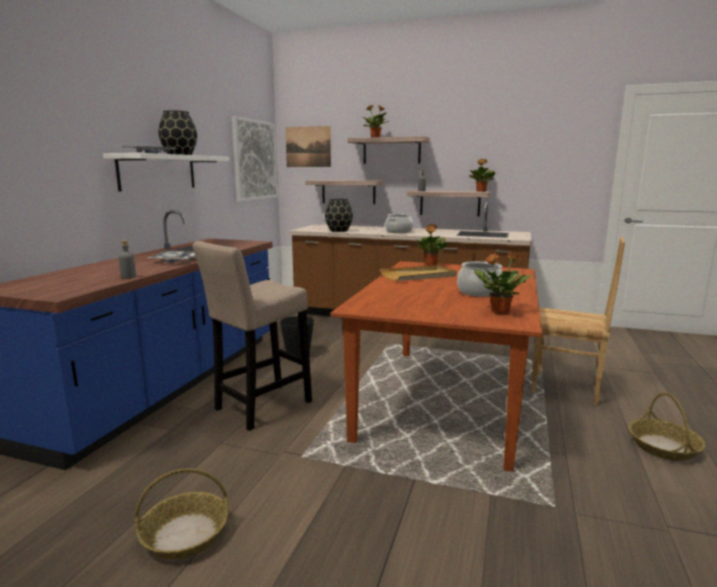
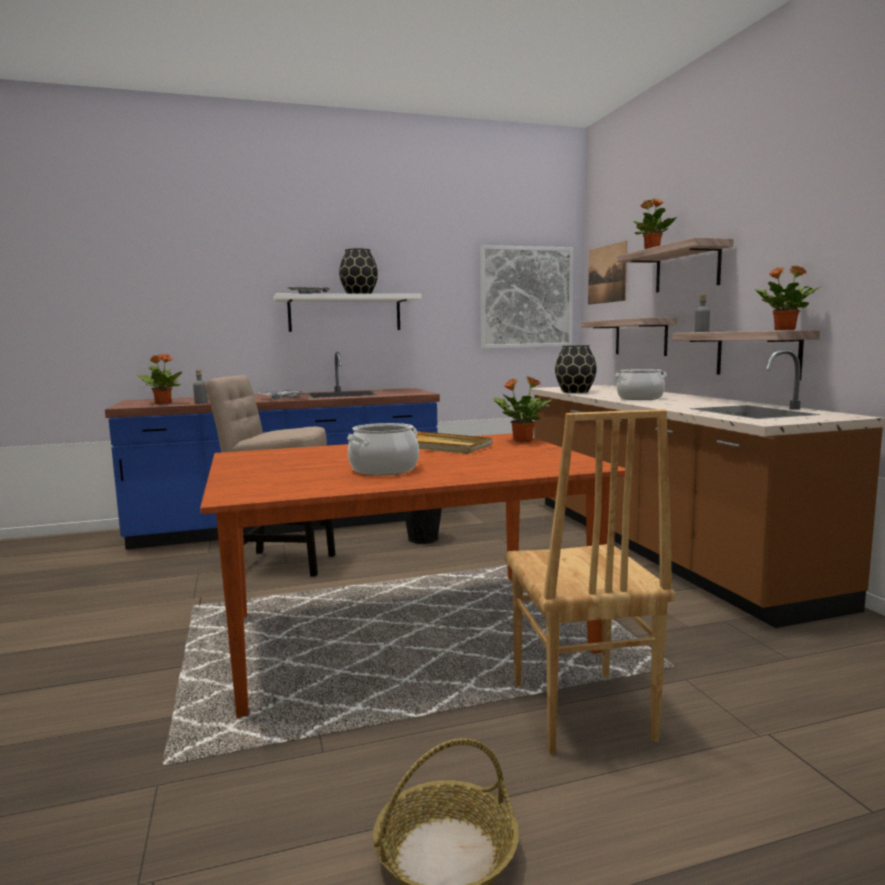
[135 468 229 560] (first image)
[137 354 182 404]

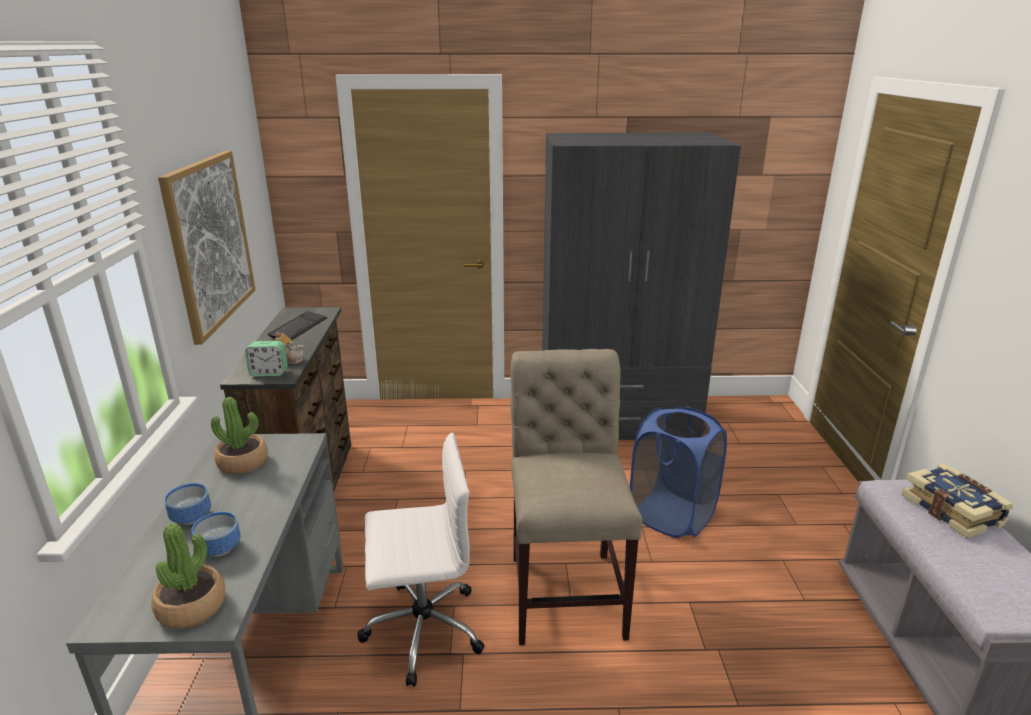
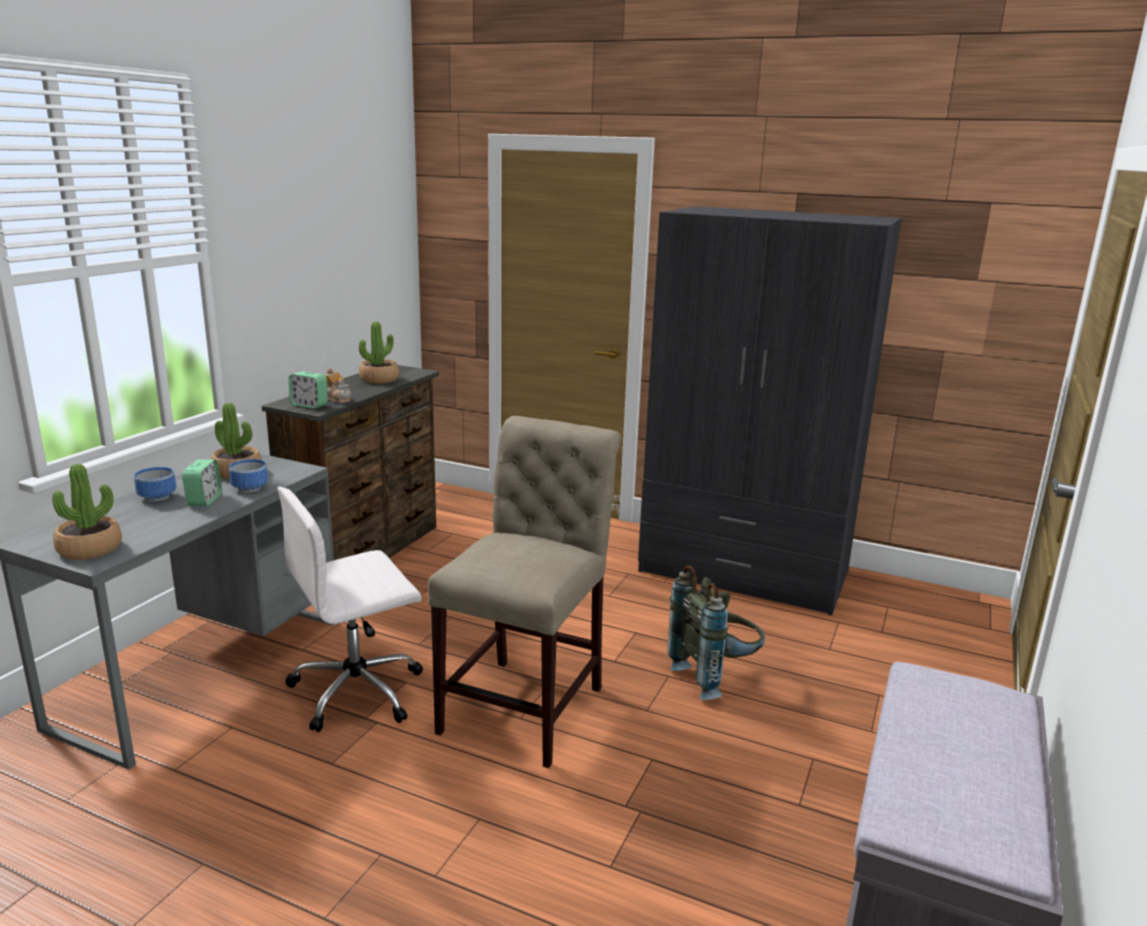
[158 151 255 345] (first image)
[229 459 268 492]
[359 321 399 384]
[277 487 423 732]
[667 565 765 700]
[901 463 1013 538] (first image)
[182 459 222 506]

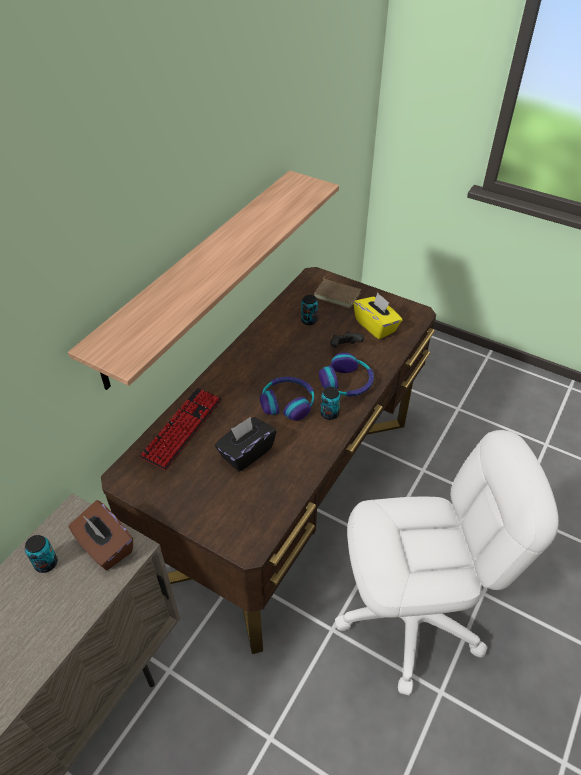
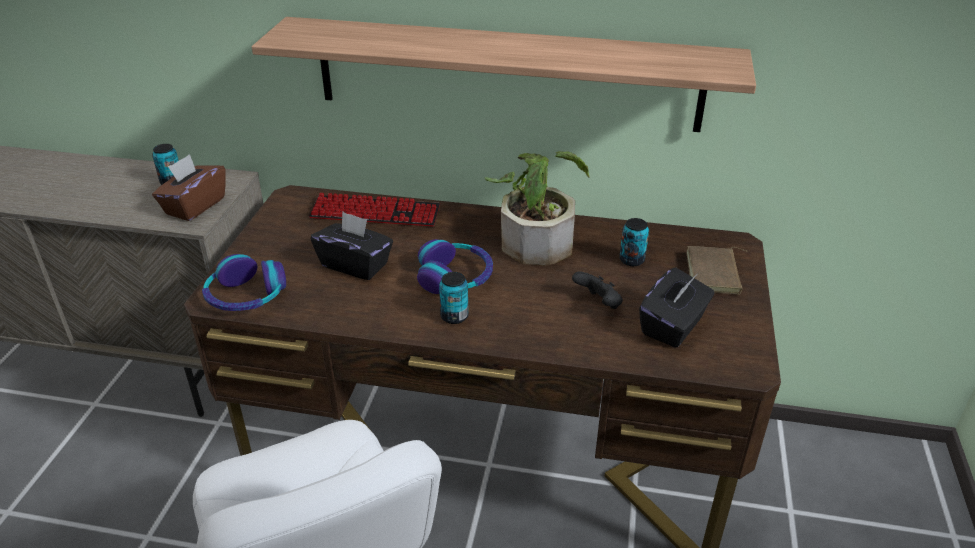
[202 254 286 311]
[639 268 715 348]
[484 151 590 265]

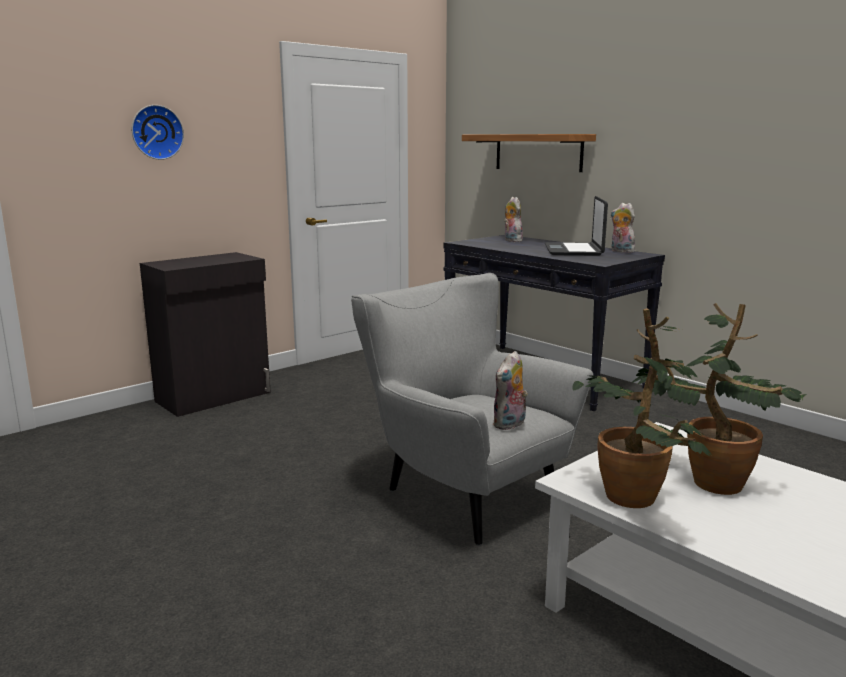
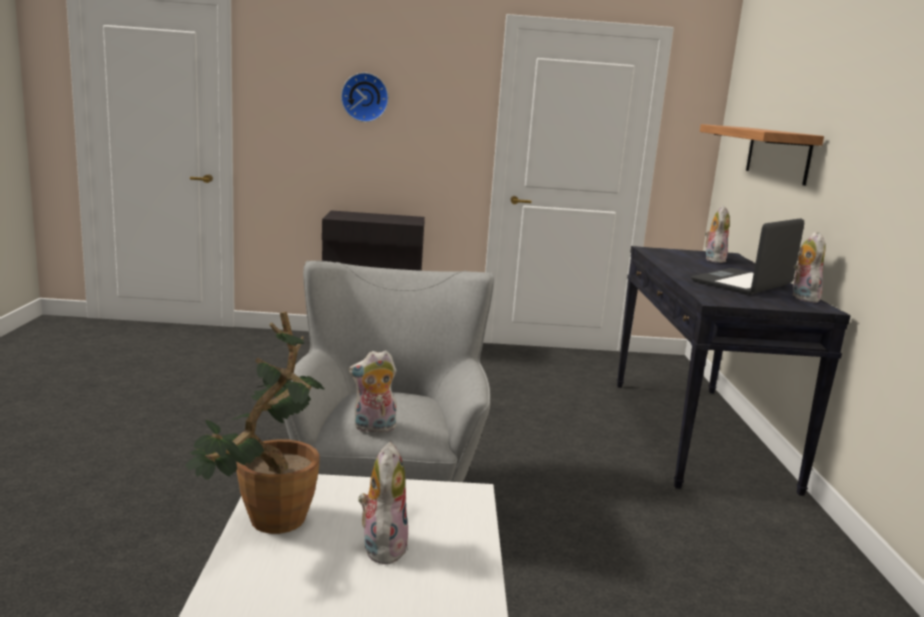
[358 442 408 564]

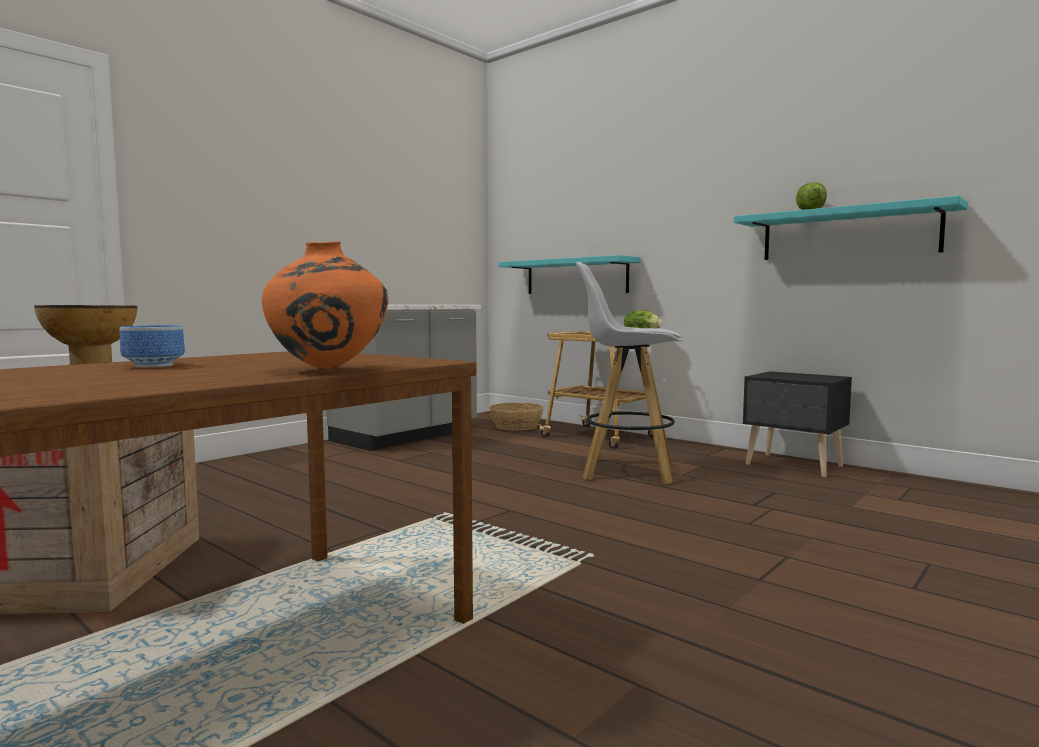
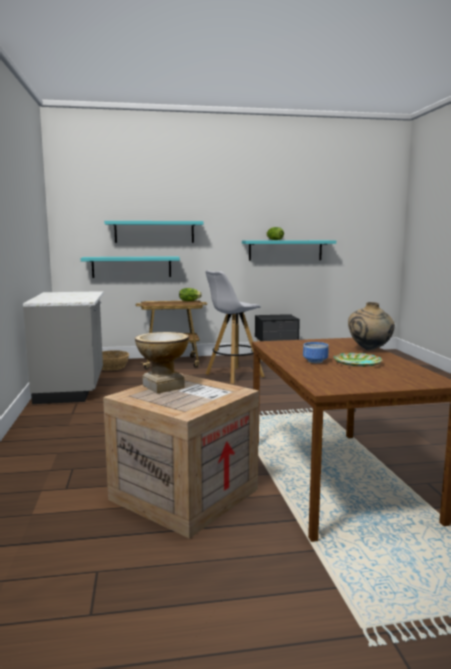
[348 302 395 350]
[104 221 204 243]
[333 353 382 367]

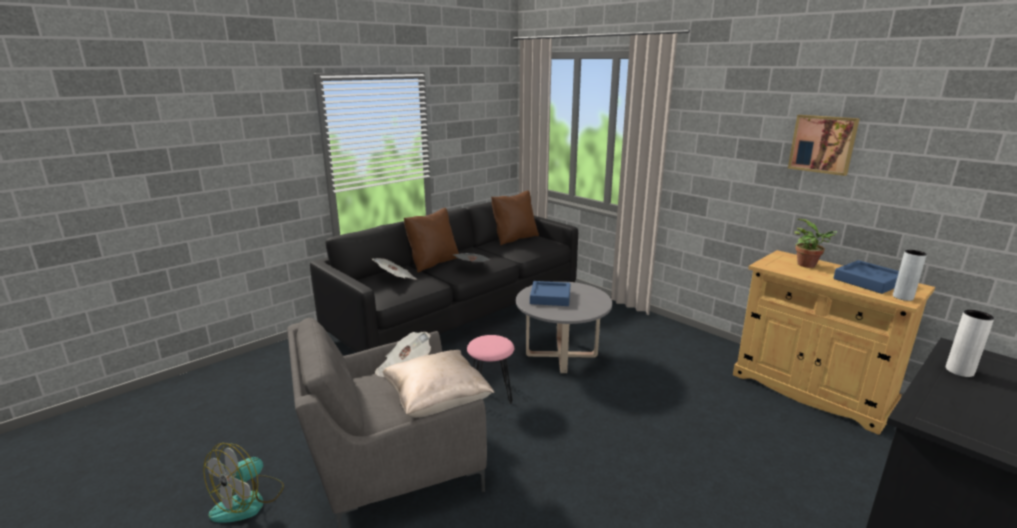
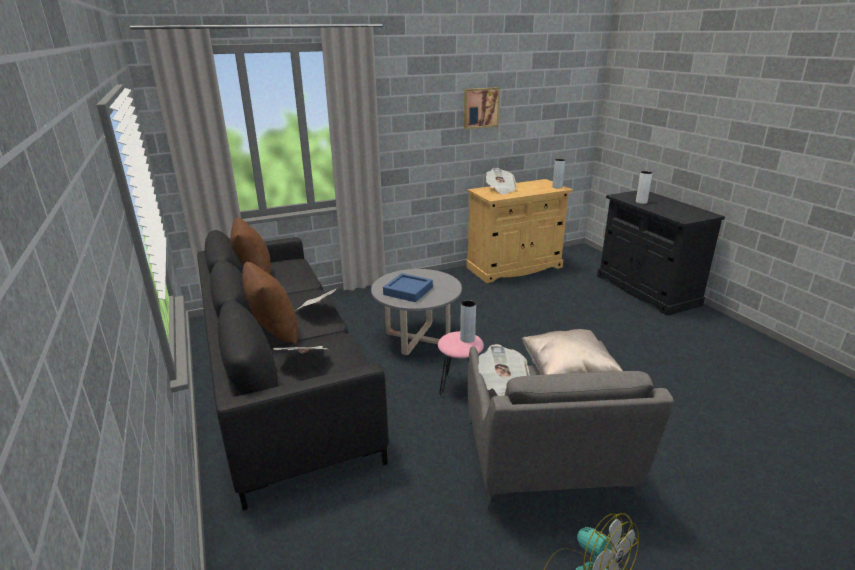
[486 168 517 195]
[833 260 899 294] (first image)
[460 300 476 343]

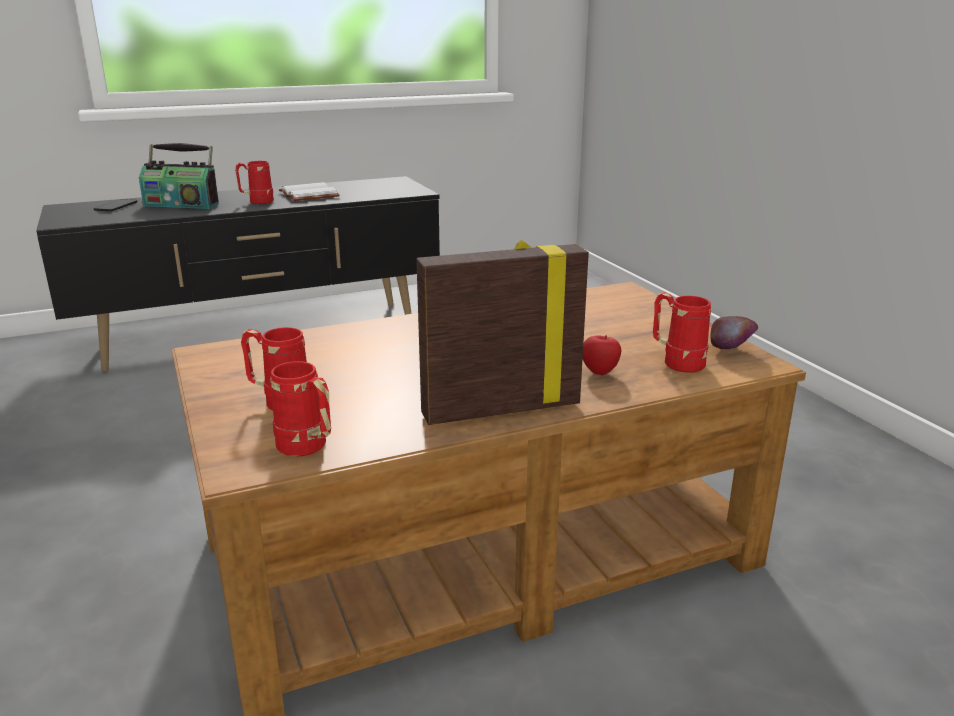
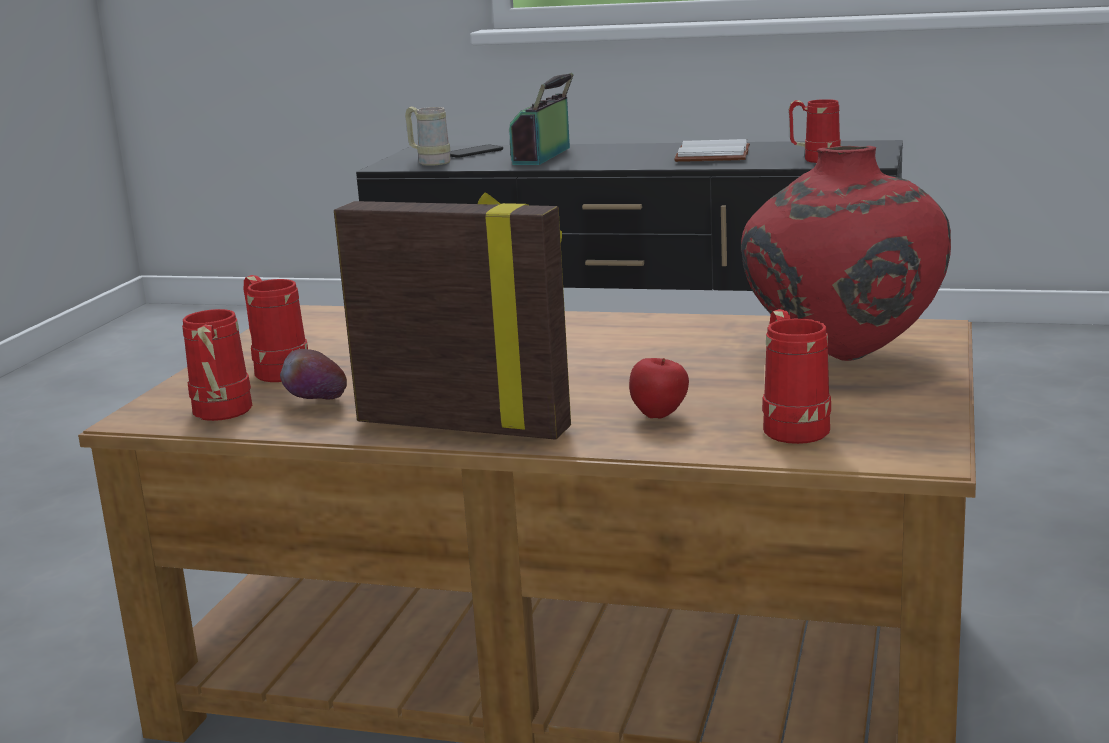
[509 73 574 165]
[789 99 841 163]
[280 349 347 399]
[405 107 451 166]
[741 146 951 361]

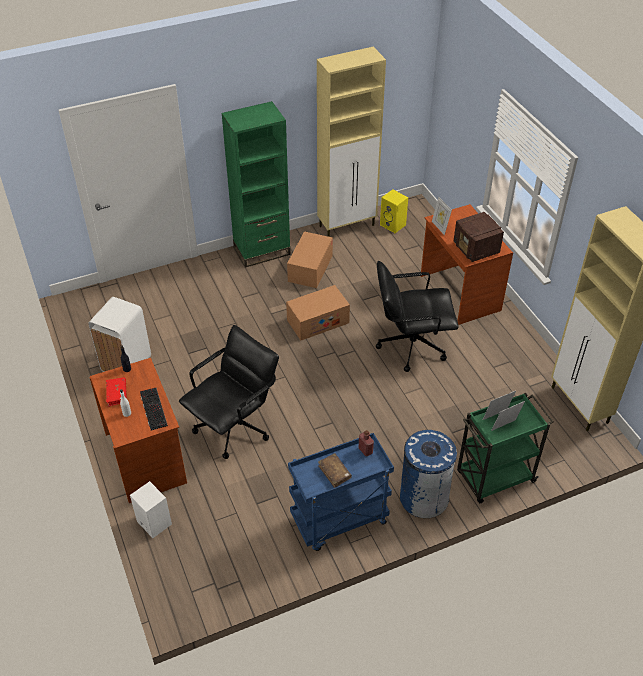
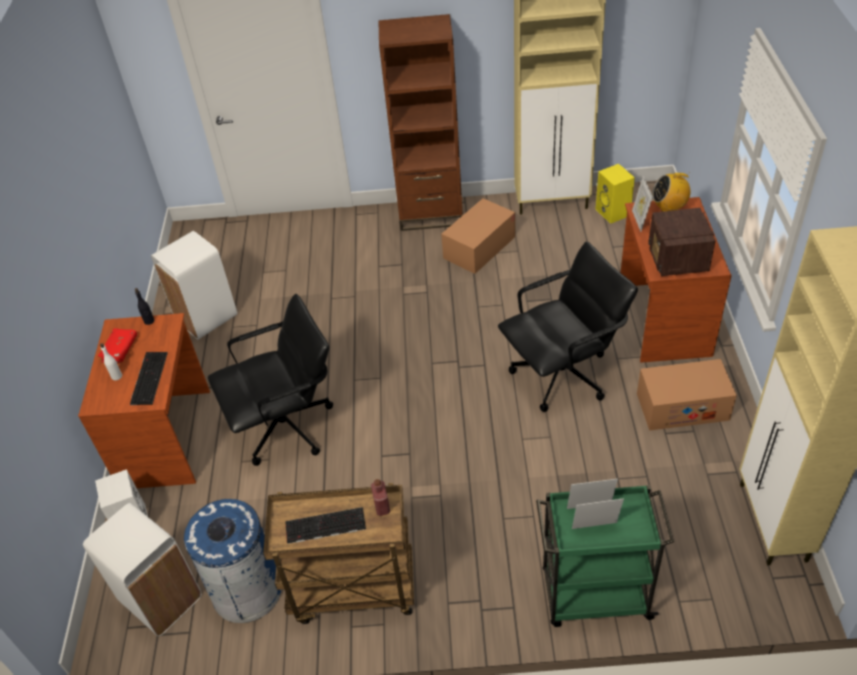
[379 14 463 231]
[637 359 737 431]
[263 483 414 624]
[285 507 366 544]
[498 242 638 412]
[184 499 281 623]
[83 503 202 636]
[652 173 691 212]

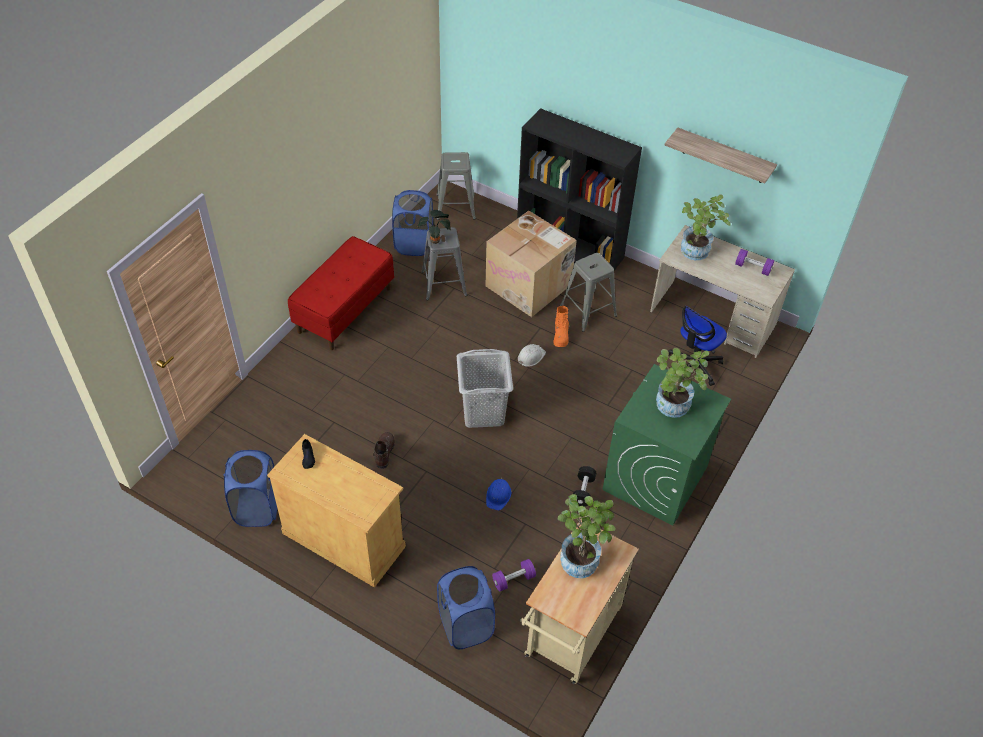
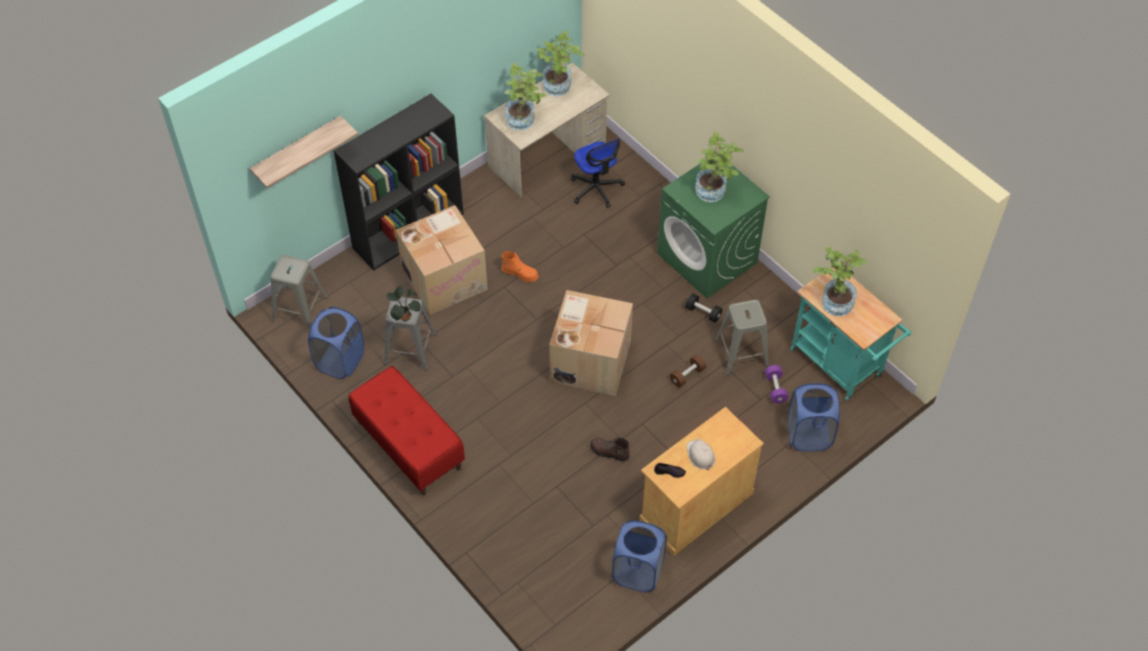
[549 290 633 396]
[670 355 706 388]
[687 439 716 470]
[790 267 911 401]
[714 299 769 375]
[250 116 358 188]
[536 30 585 96]

